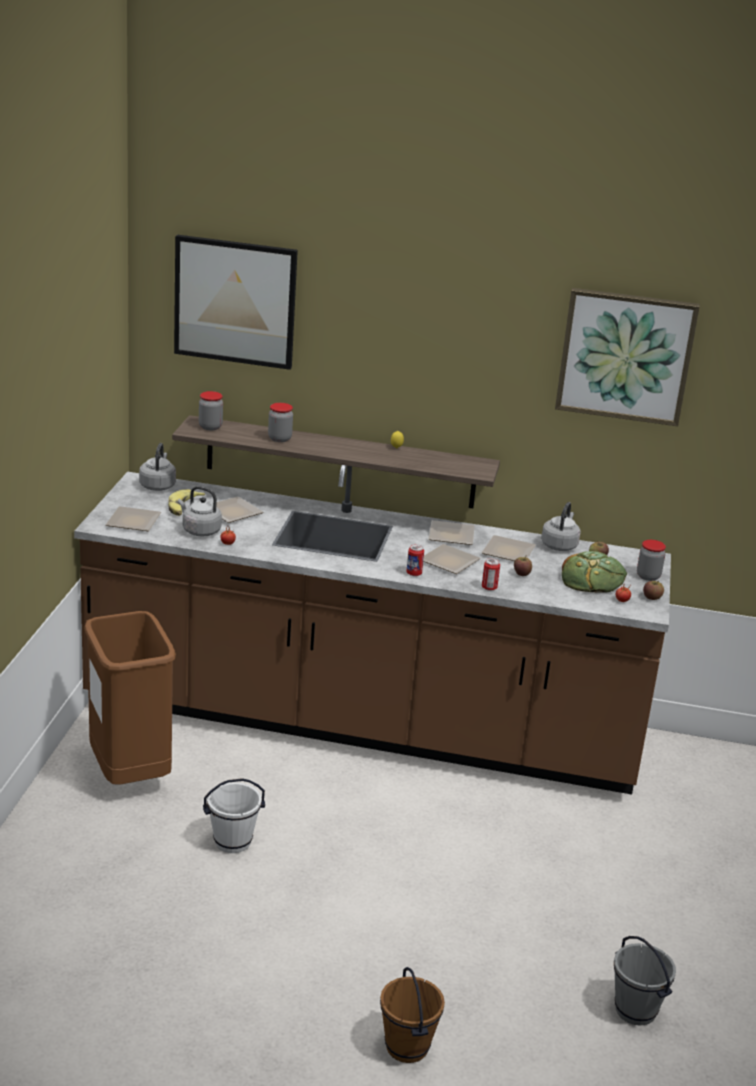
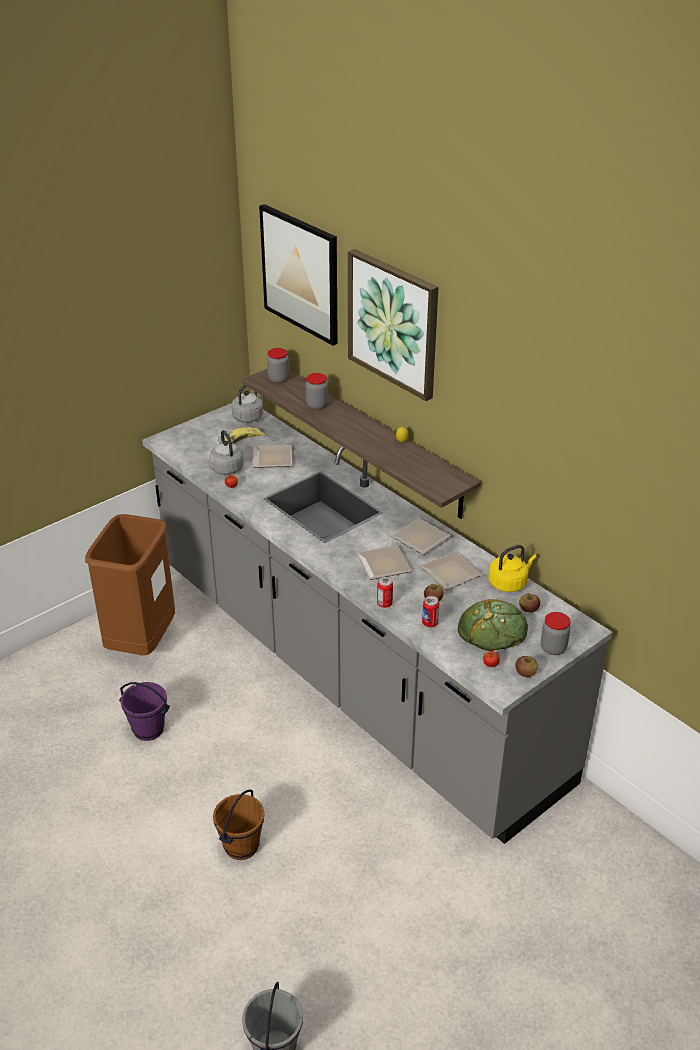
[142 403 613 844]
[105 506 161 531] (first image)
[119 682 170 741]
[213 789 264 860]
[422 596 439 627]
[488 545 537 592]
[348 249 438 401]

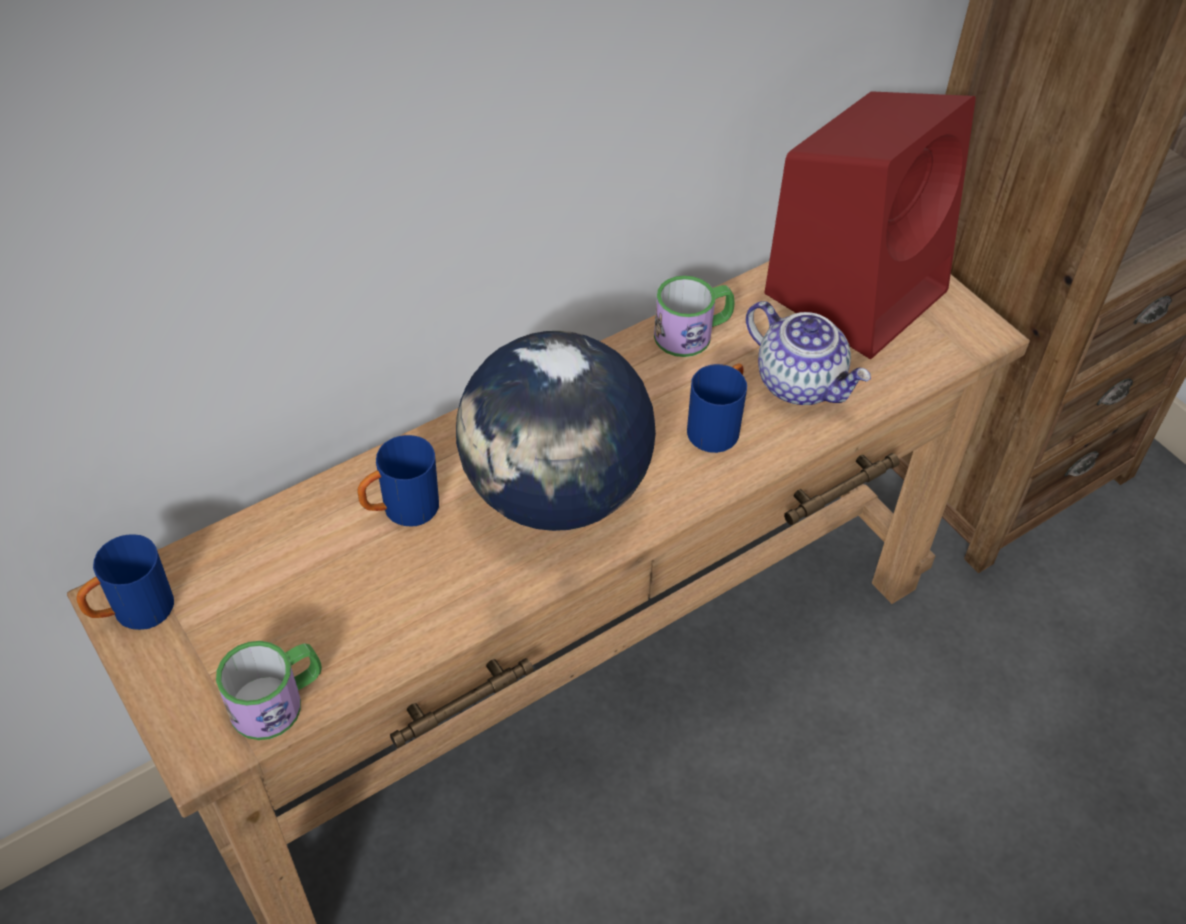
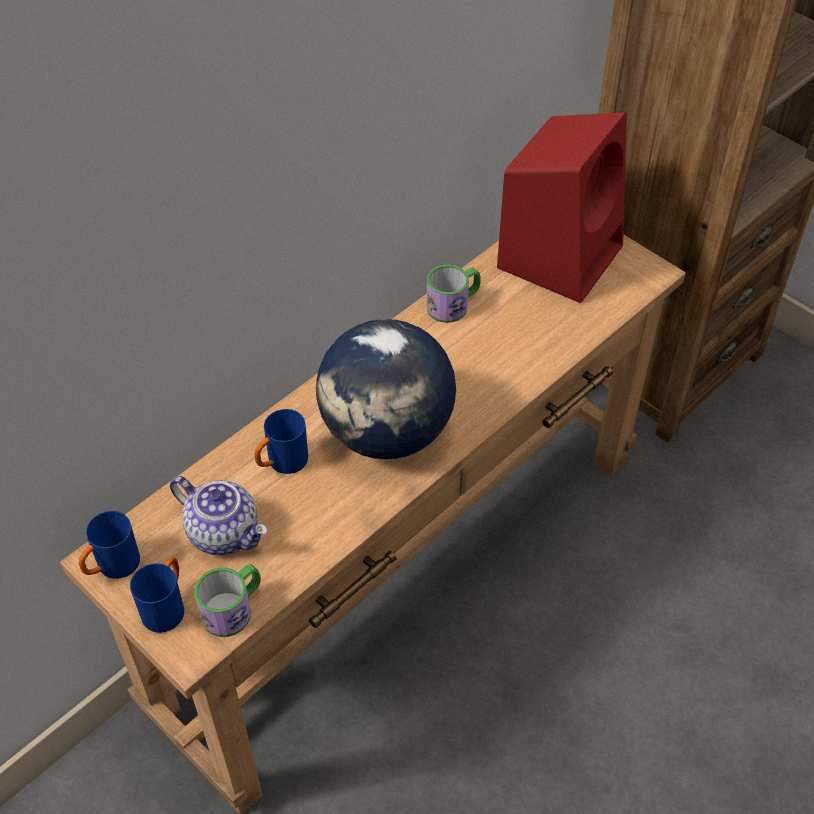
[130 557 184 633]
[170 476 268 555]

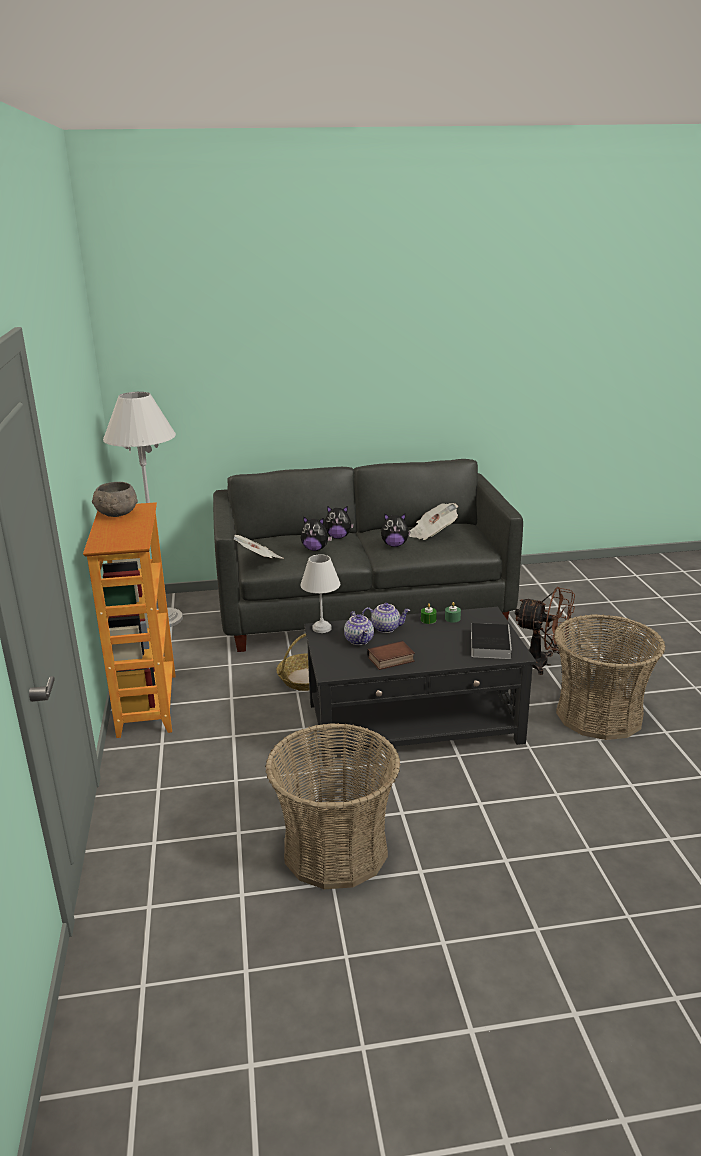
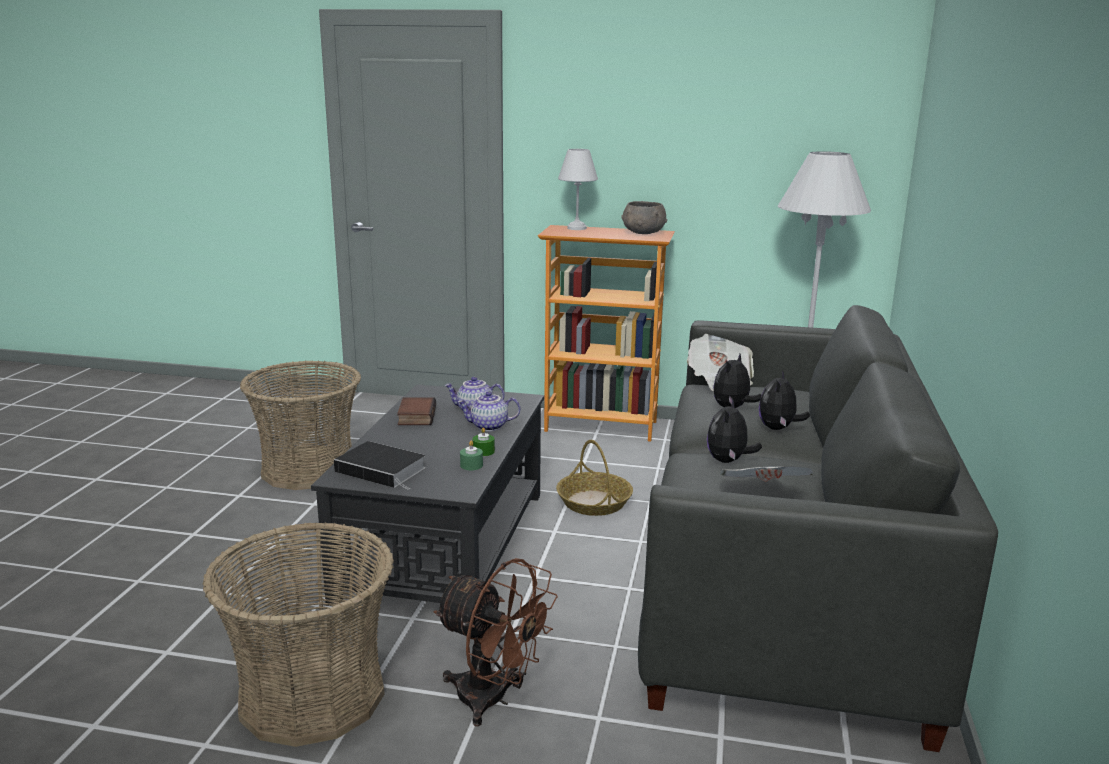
[558 149 598 230]
[457 391 520 431]
[433 558 558 726]

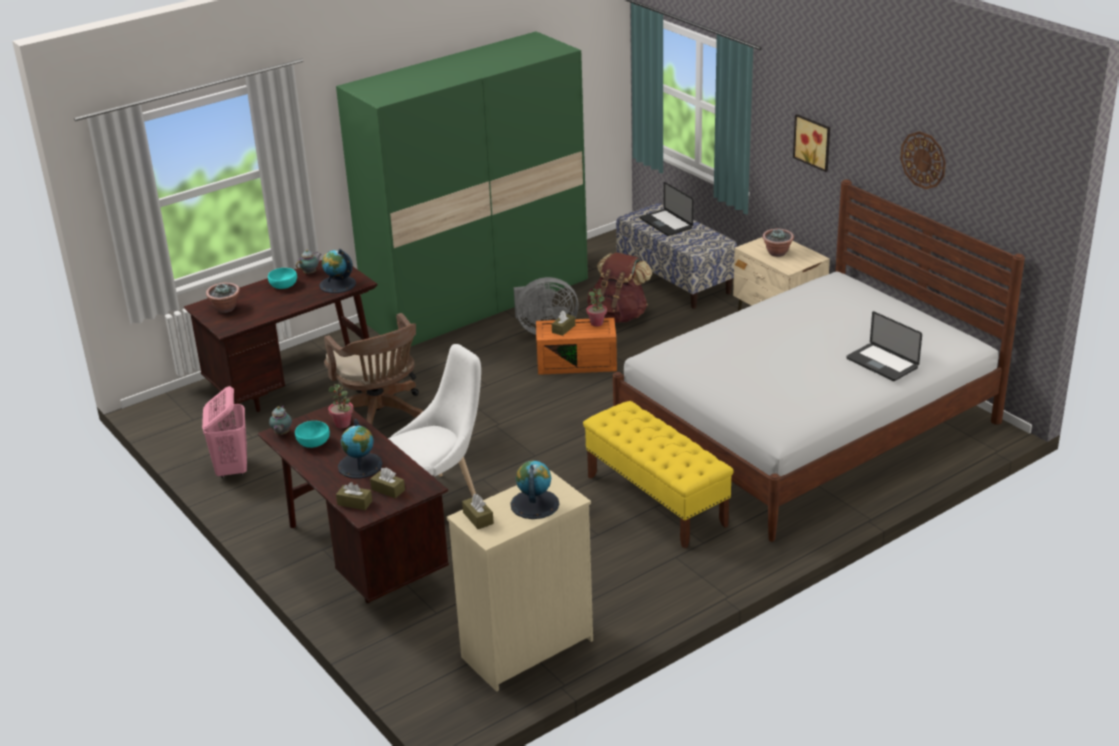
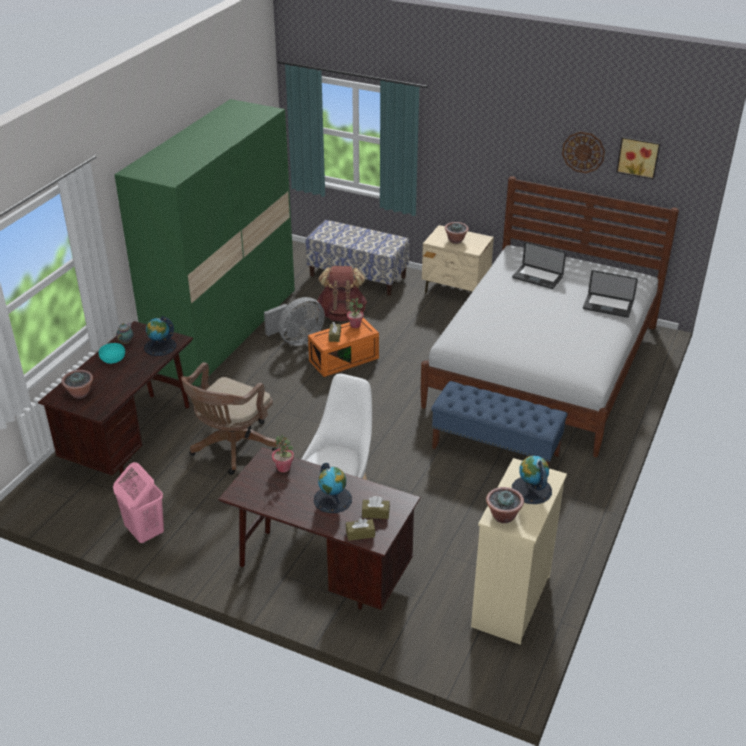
[269 406 292 435] (first image)
[295 421 330 448] (first image)
[181 362 278 475]
[486 487 524 523]
[431 381 568 467]
[512 242 566 289]
[616 137 660 180]

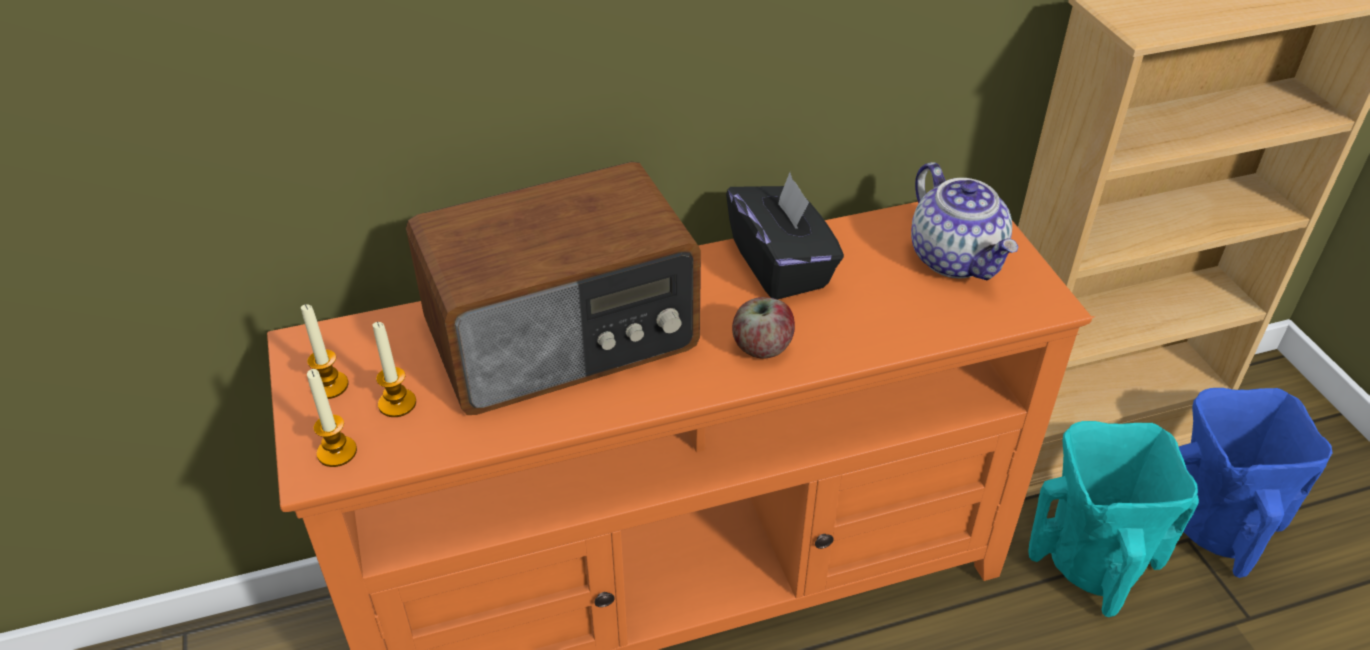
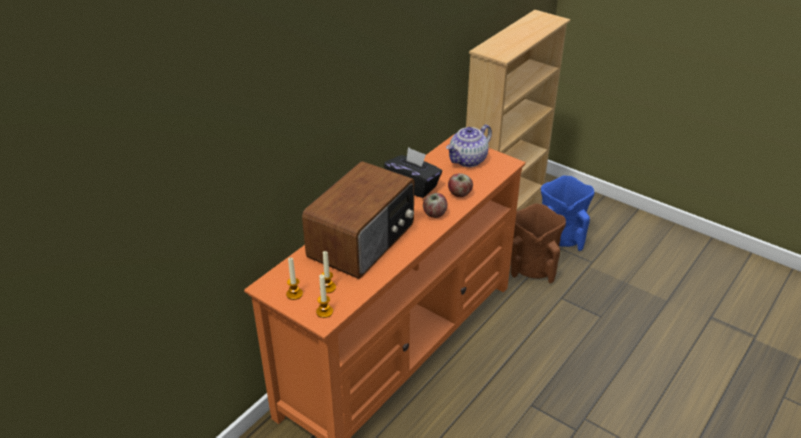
[446 124 492 167]
[511 203 566 283]
[448 173 473 197]

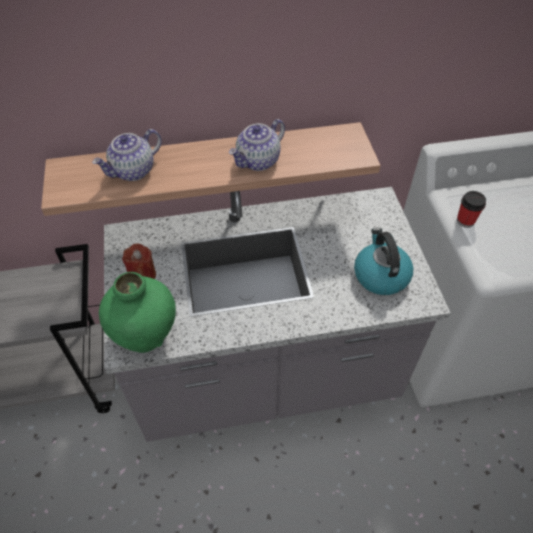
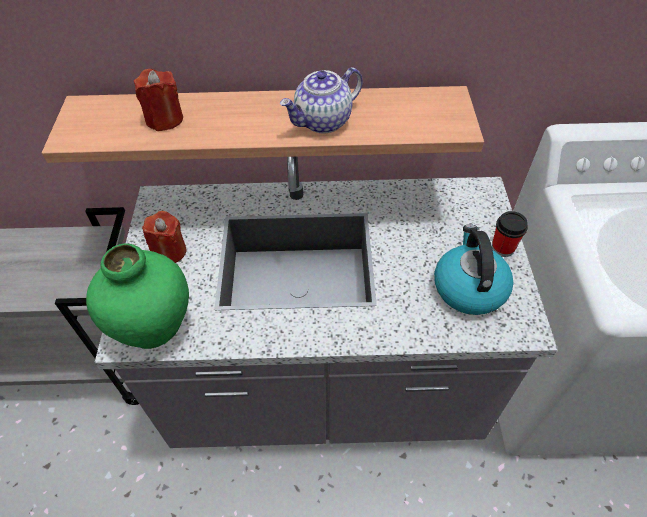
[134 69 183 131]
[492 211 528 257]

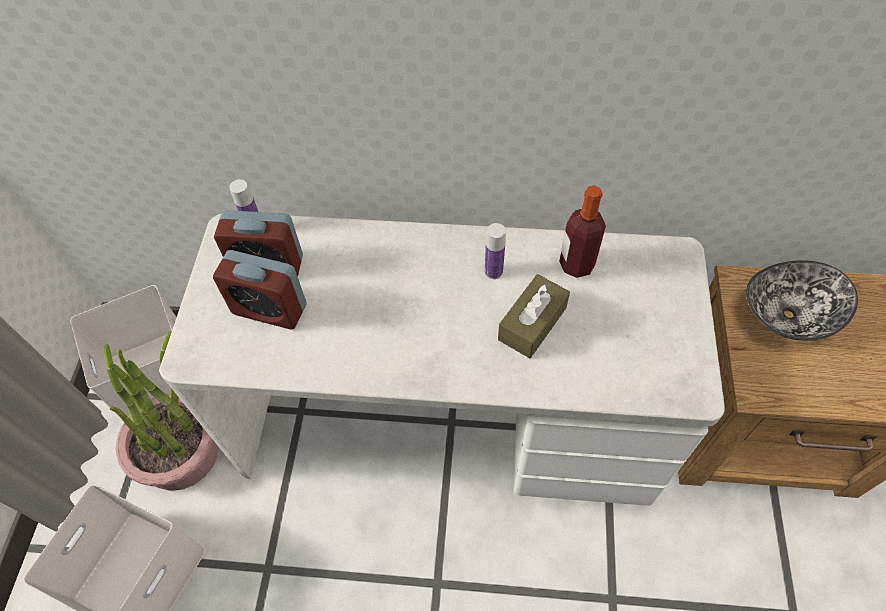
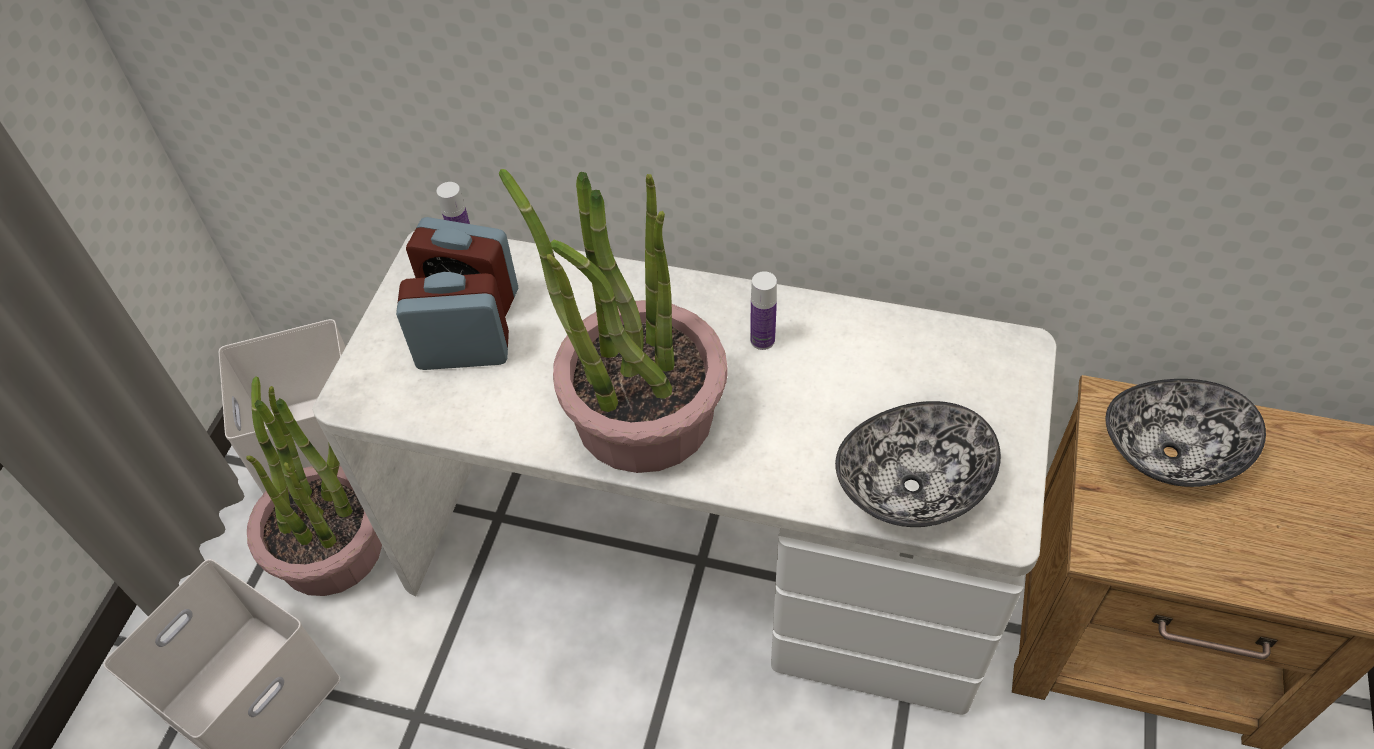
[396 272 509 370]
[498 274 570 358] (first image)
[559 185 606 278] (first image)
[499 169 728 473]
[835 401 1001 527]

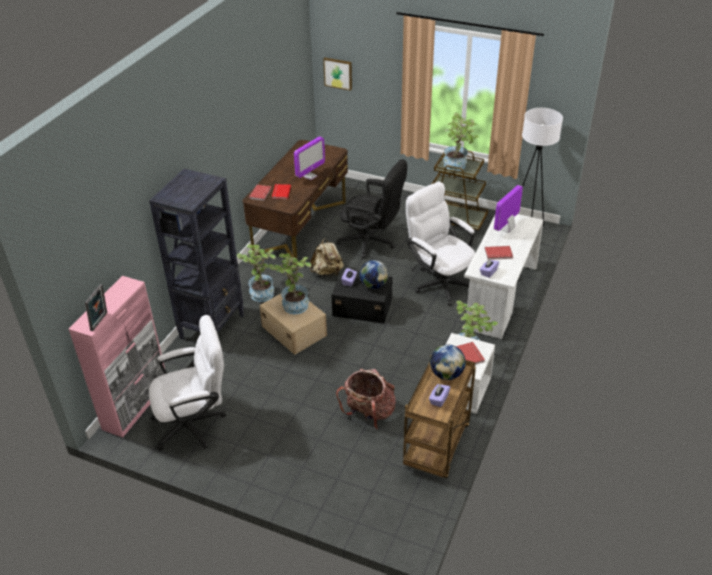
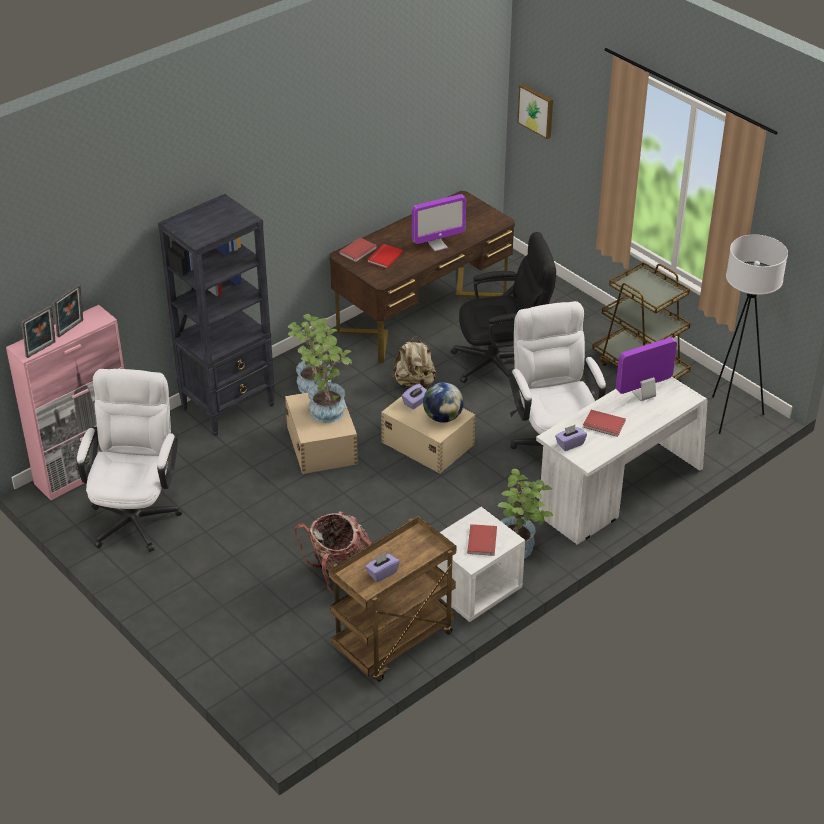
[77 369 182 552]
[381 389 476 473]
[451 232 556 383]
[430 344 466 380] (first image)
[443 113 479 171] (first image)
[54 284 83 337]

